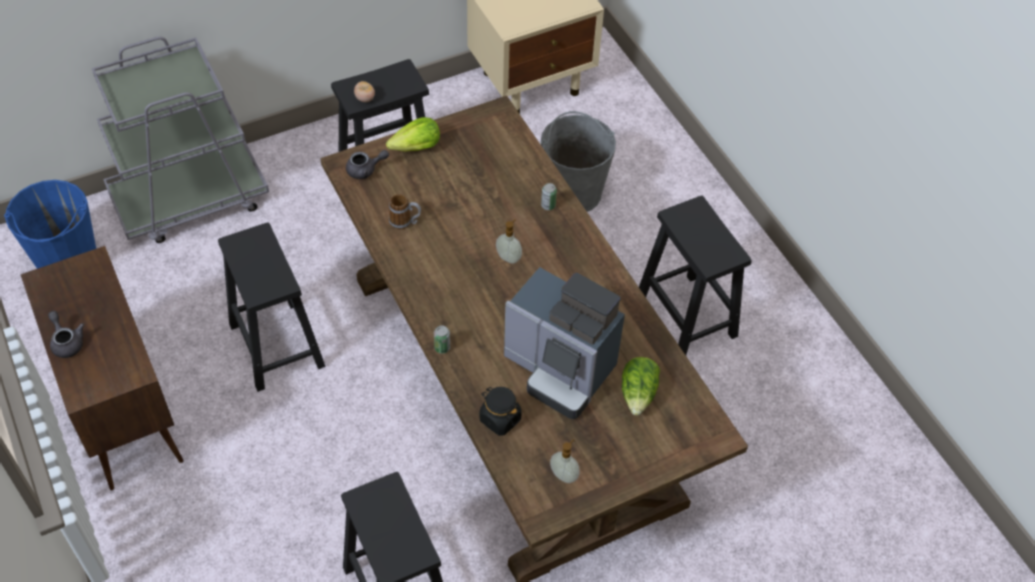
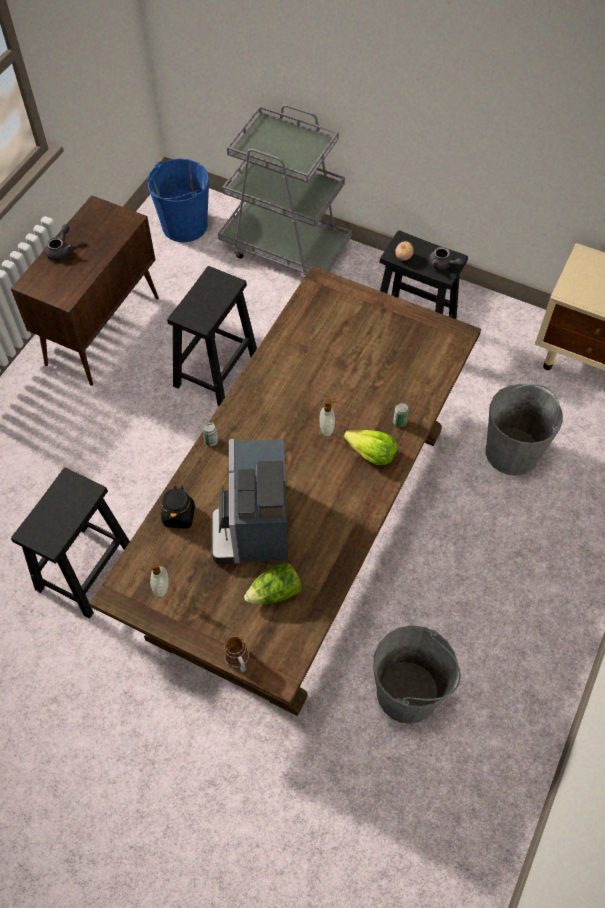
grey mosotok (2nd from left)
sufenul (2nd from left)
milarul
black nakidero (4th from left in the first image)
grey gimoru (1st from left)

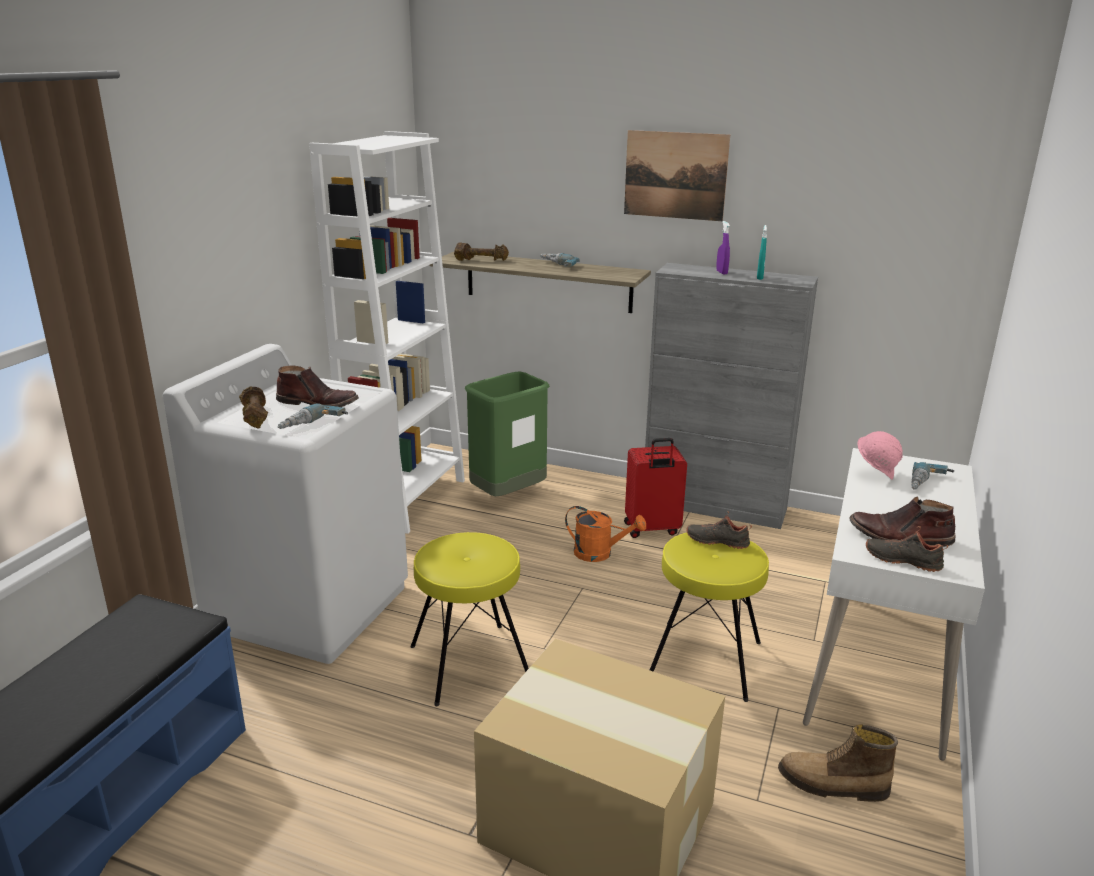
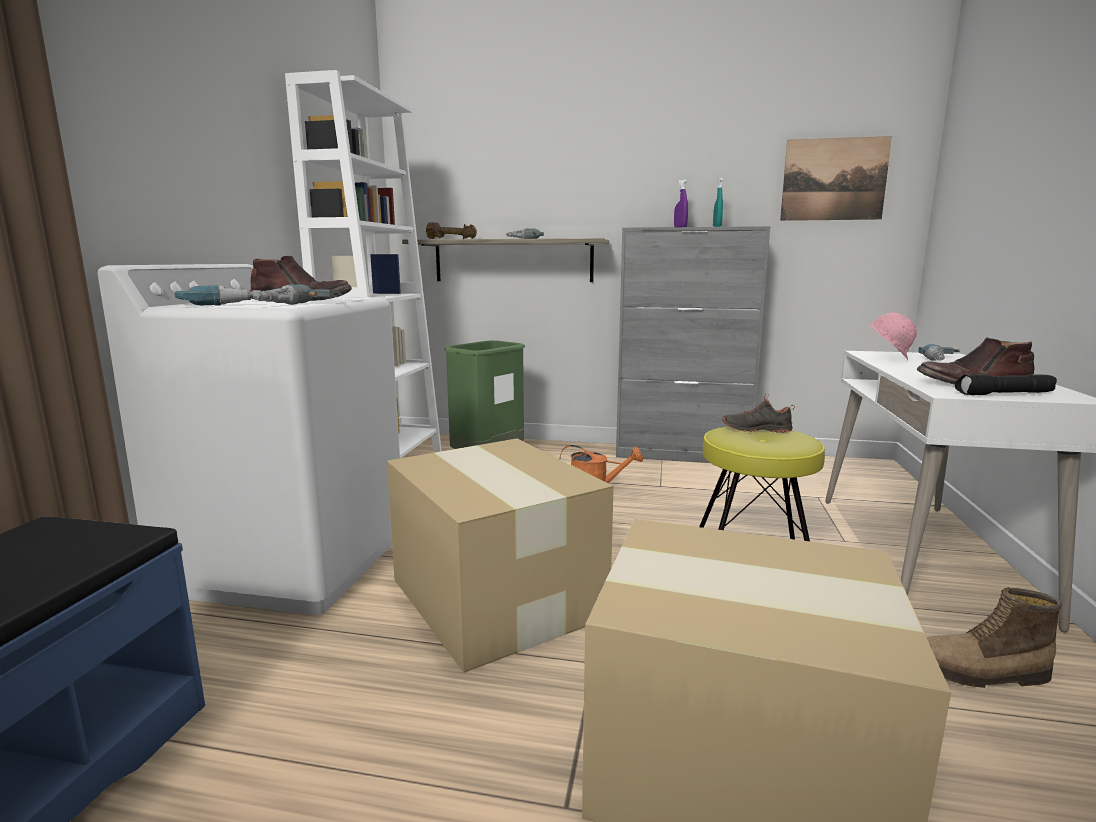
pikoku (1st from left)
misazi (1st from left)
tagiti
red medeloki
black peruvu

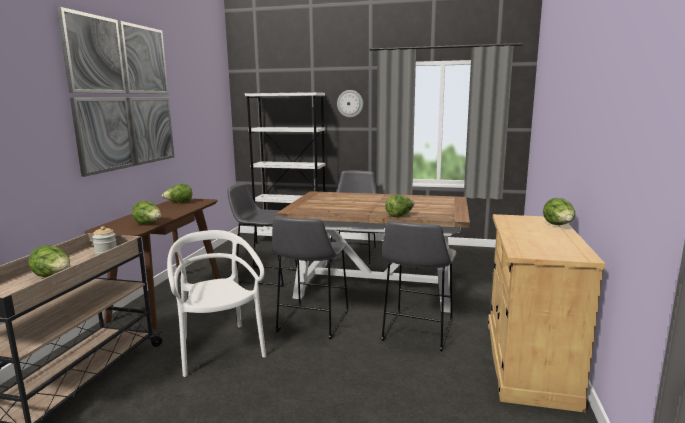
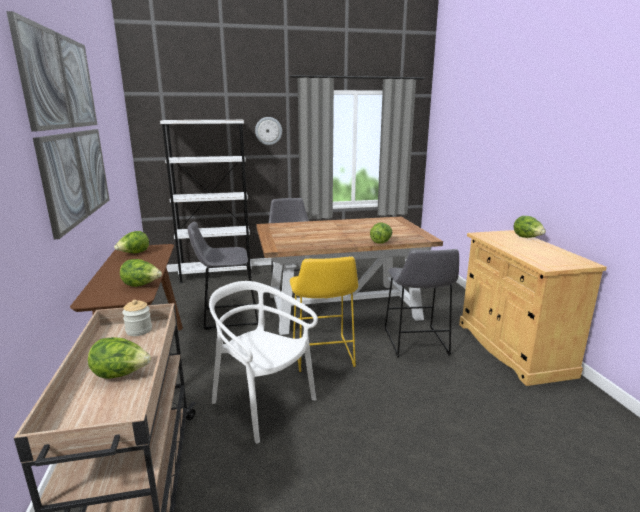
yellow nakidero

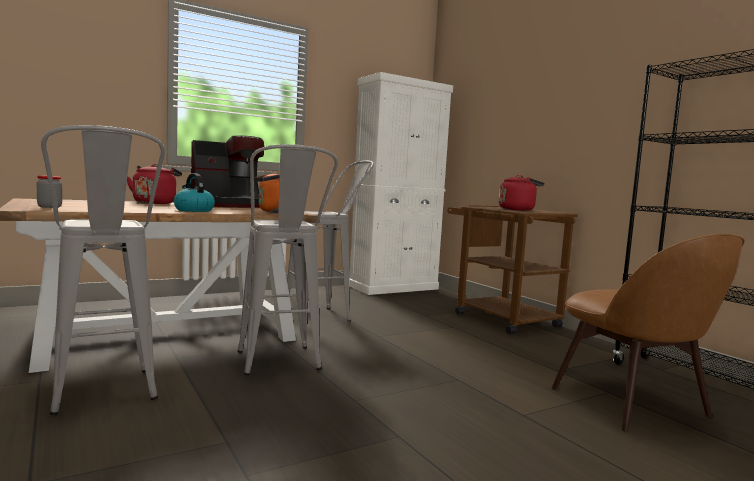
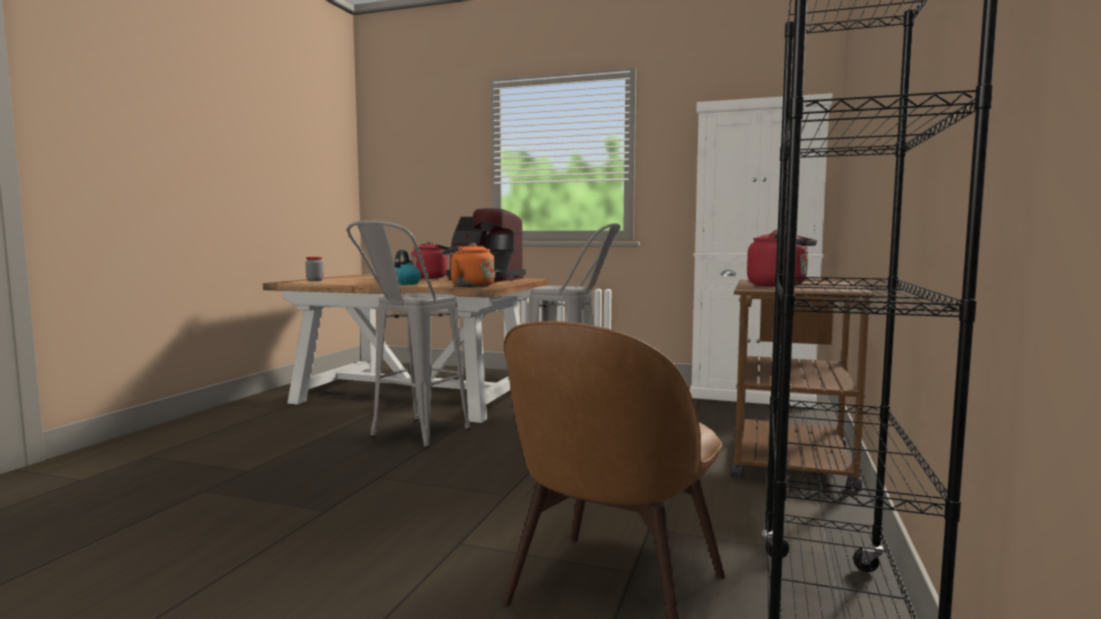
grey nakidero (1st from left in the first image)

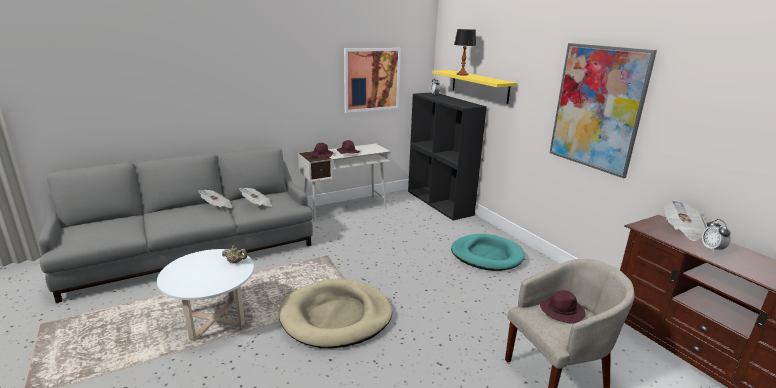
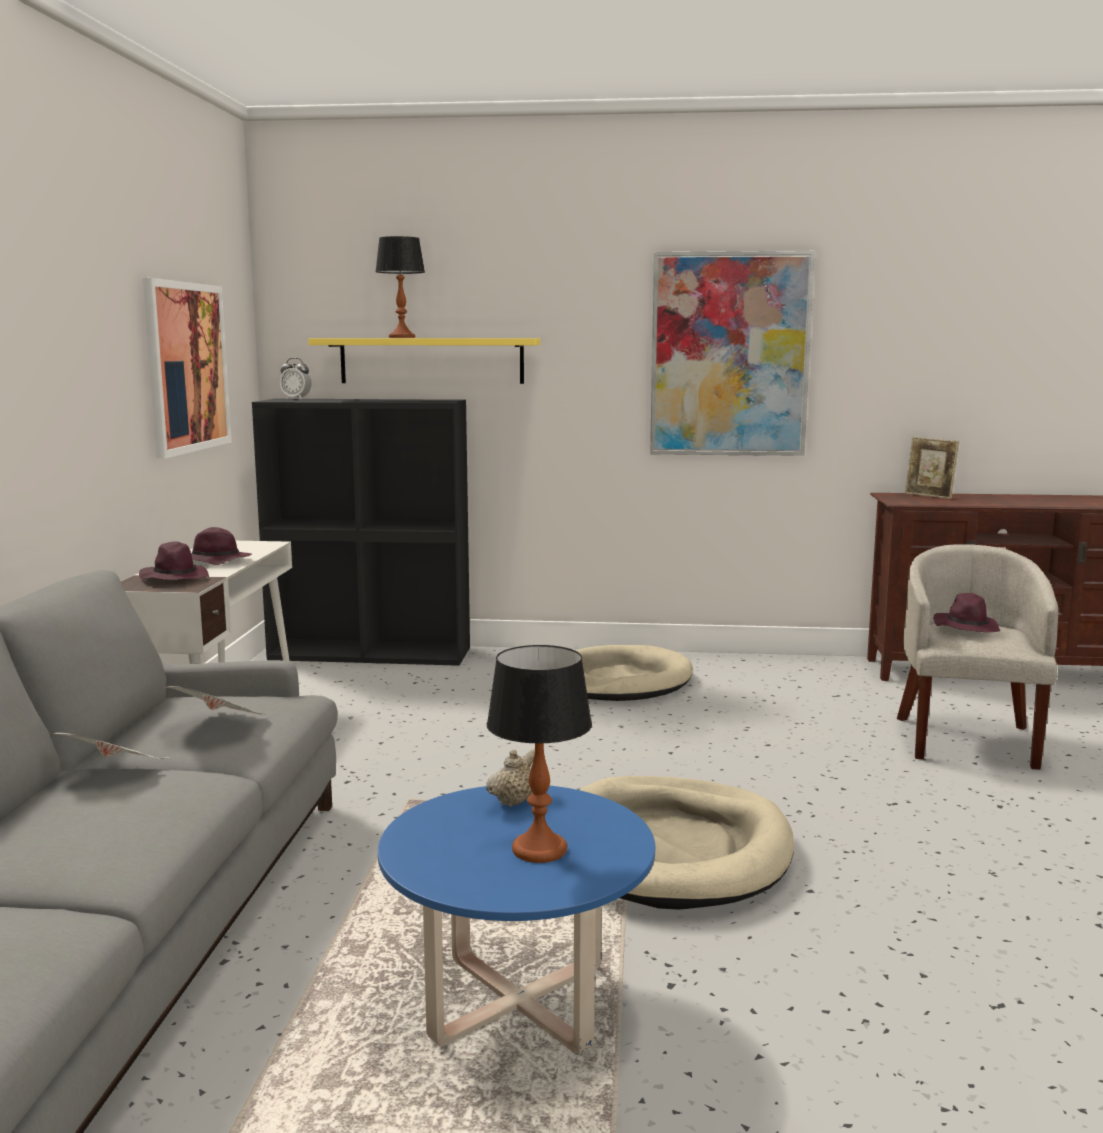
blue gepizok
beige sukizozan (1st from left)
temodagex
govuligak (2nd from left in the first image)
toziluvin (2nd from left)

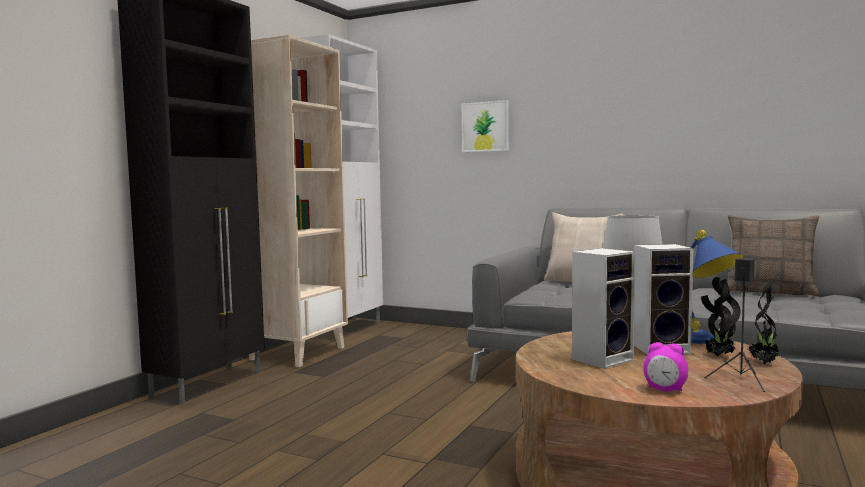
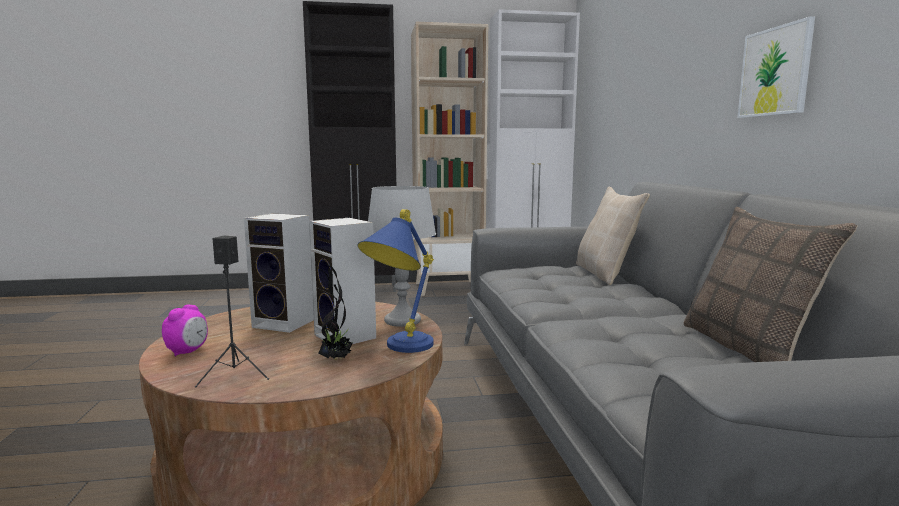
tagiti
govuligak
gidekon (2nd from left in the first image)

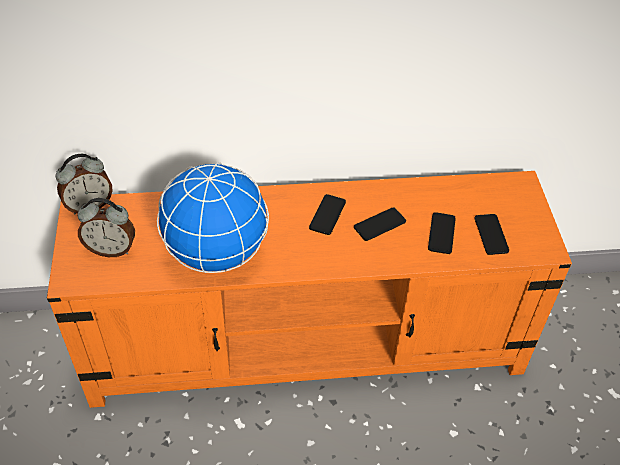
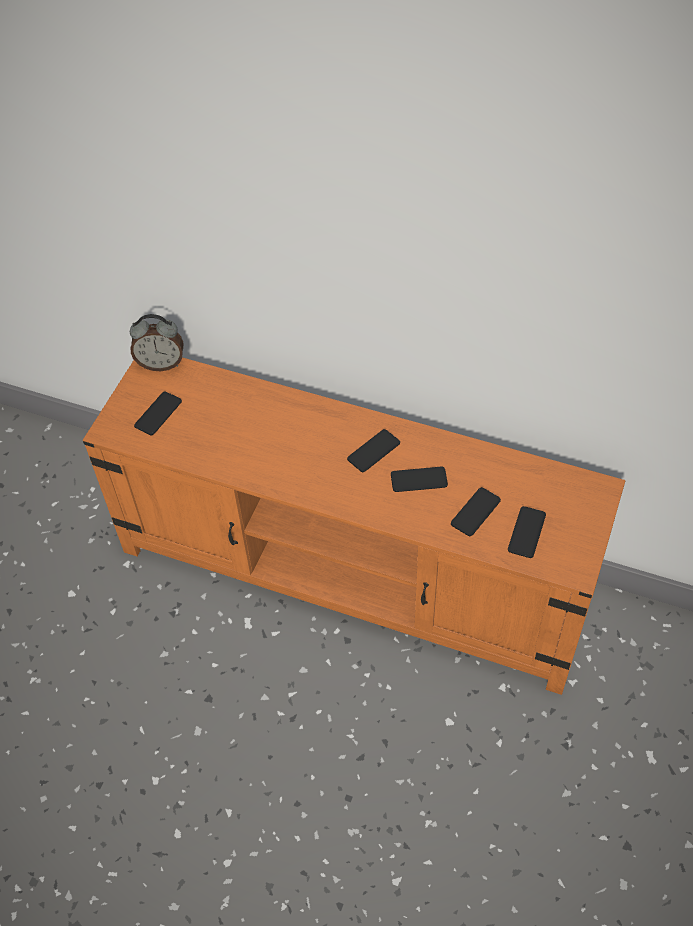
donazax (1st from left)
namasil

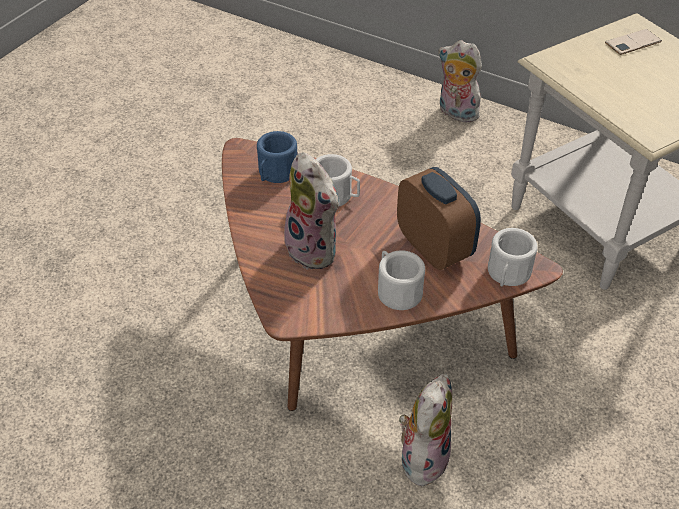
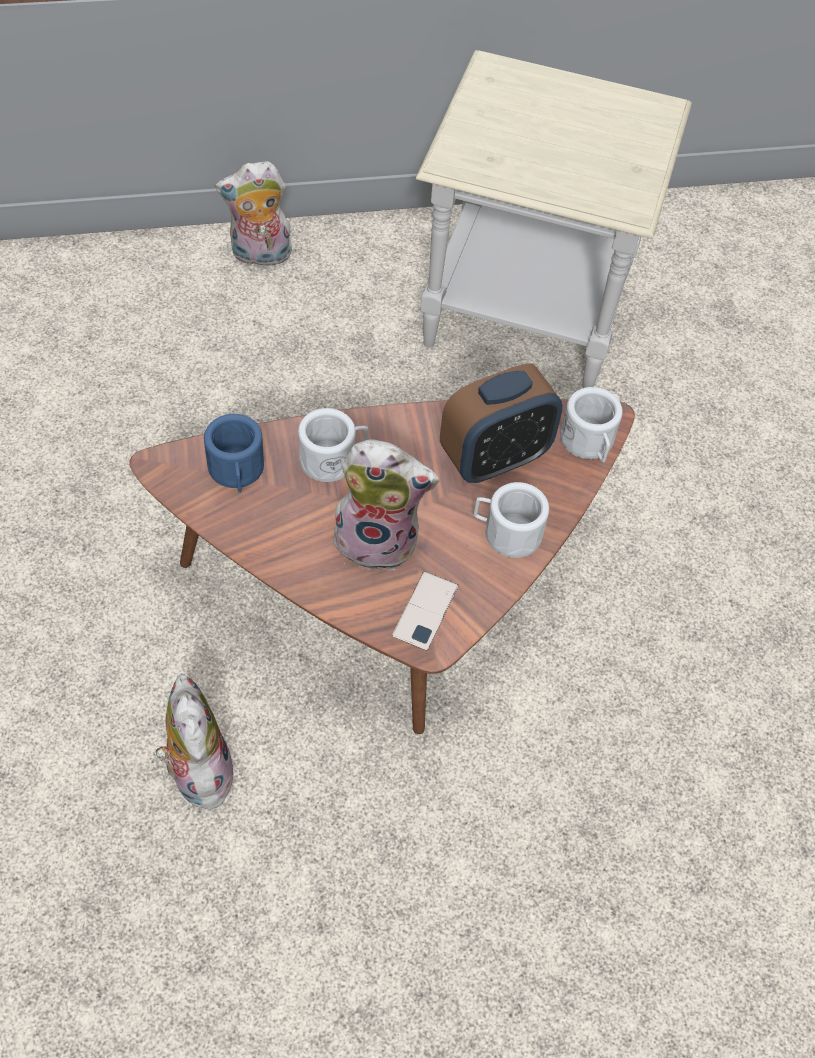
govuligak
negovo (1st from left)
donazax

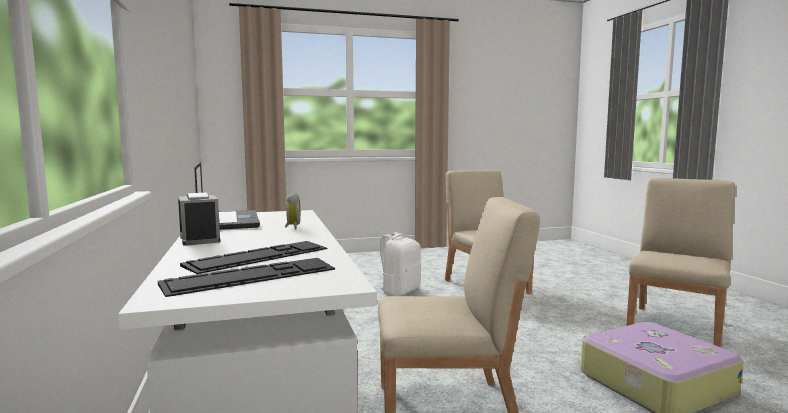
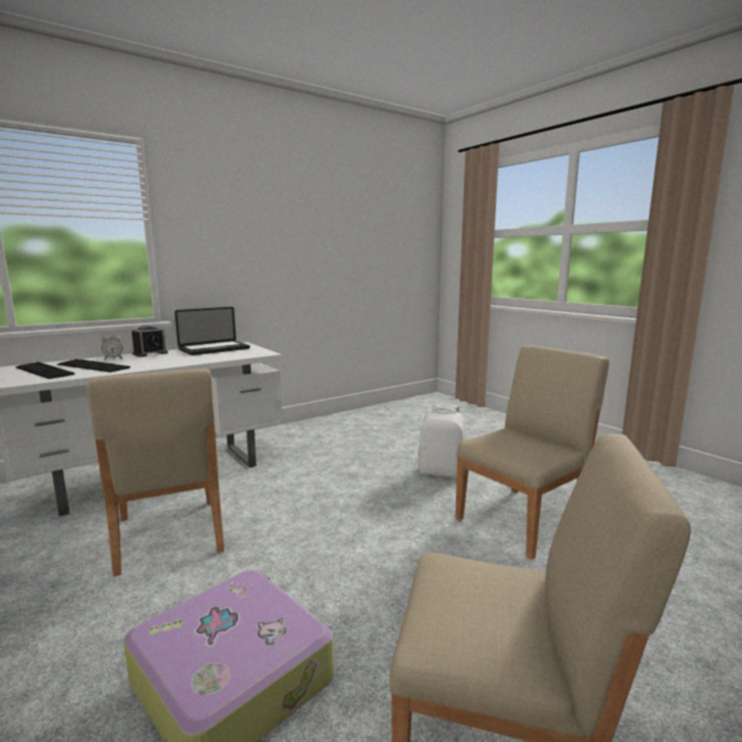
govuligak (1st from left)

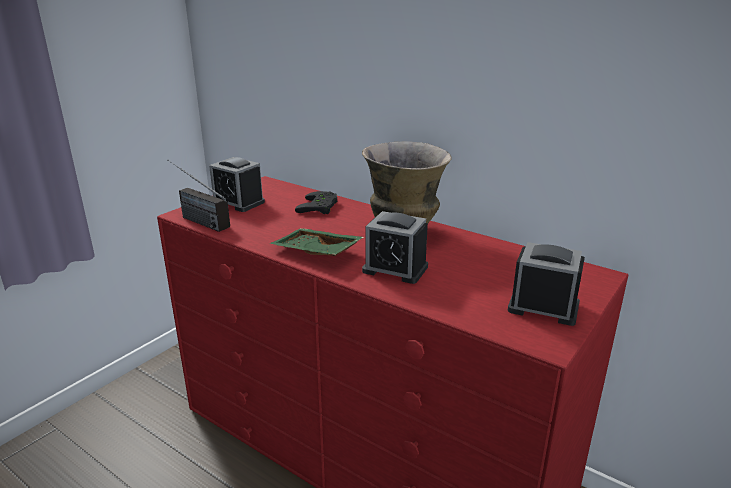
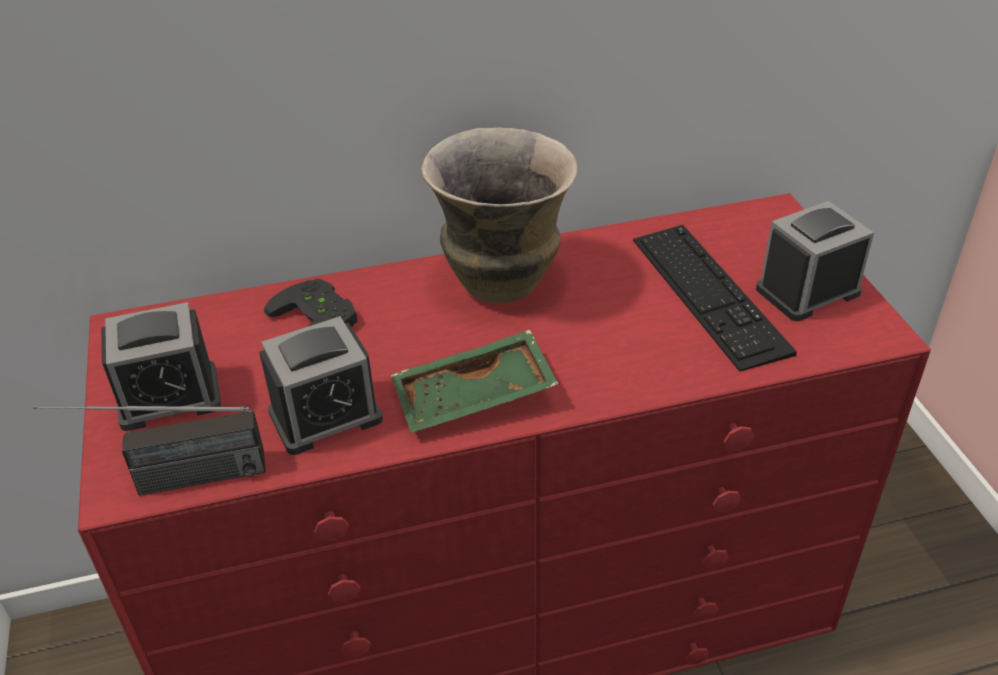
govuligak (2nd from left)
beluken

